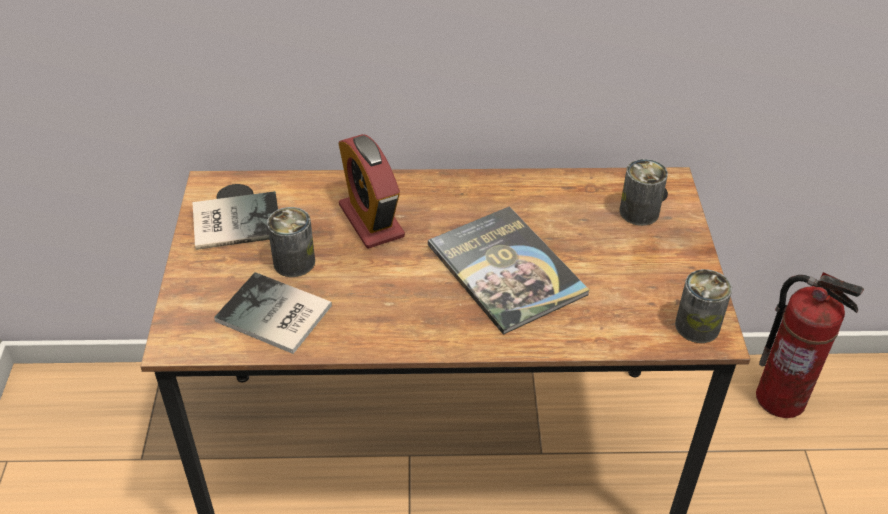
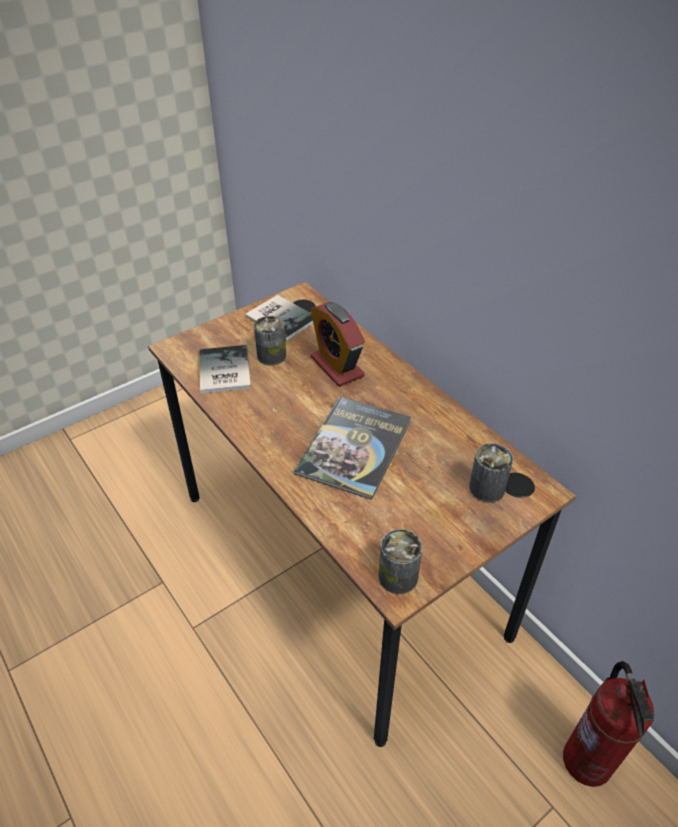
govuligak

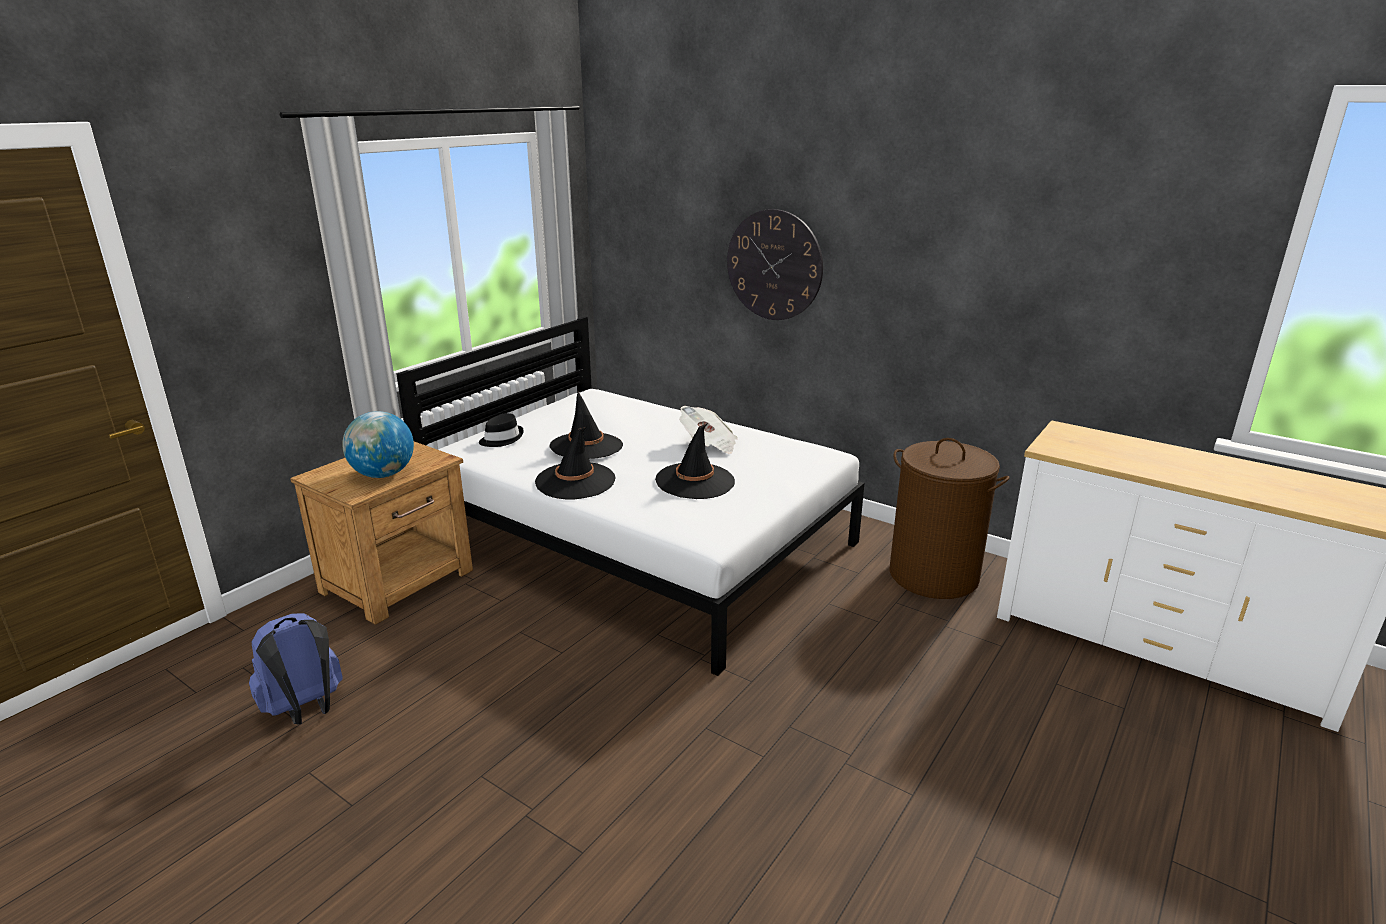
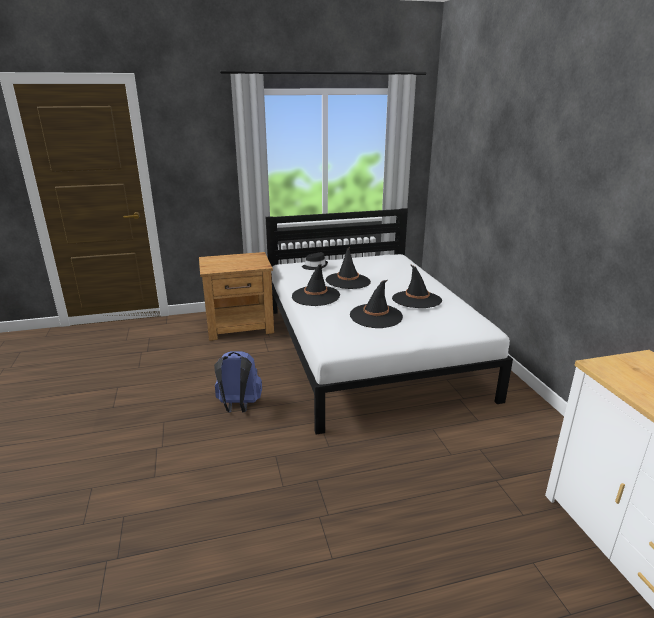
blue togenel
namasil
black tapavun (5th from left)
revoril
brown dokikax

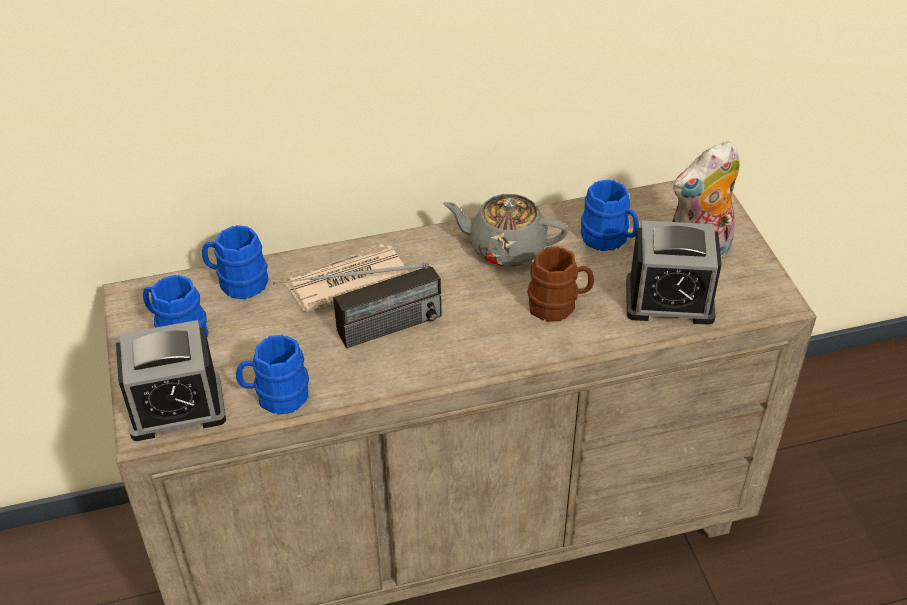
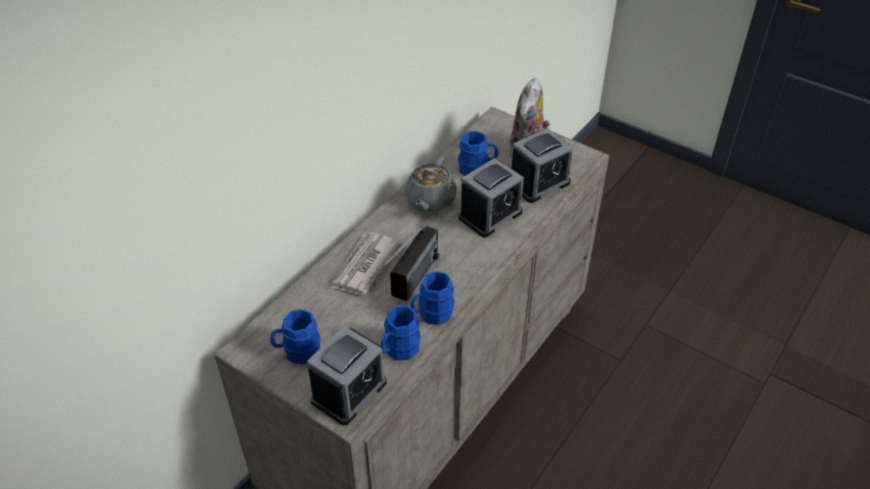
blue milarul (3rd from left)
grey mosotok
govuligak (2nd from left)

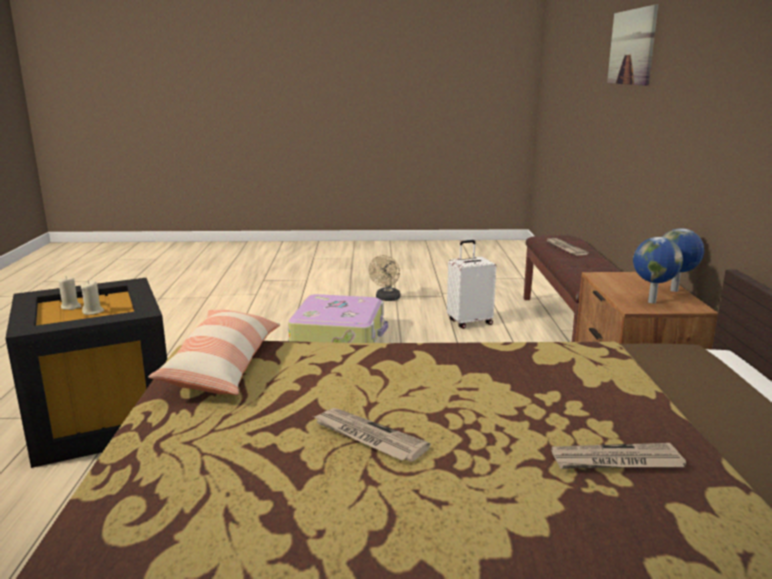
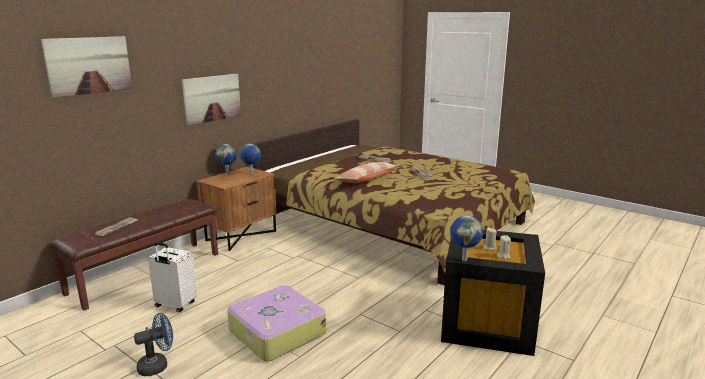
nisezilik
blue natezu
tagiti (2nd from left)
namasil (3rd from left)

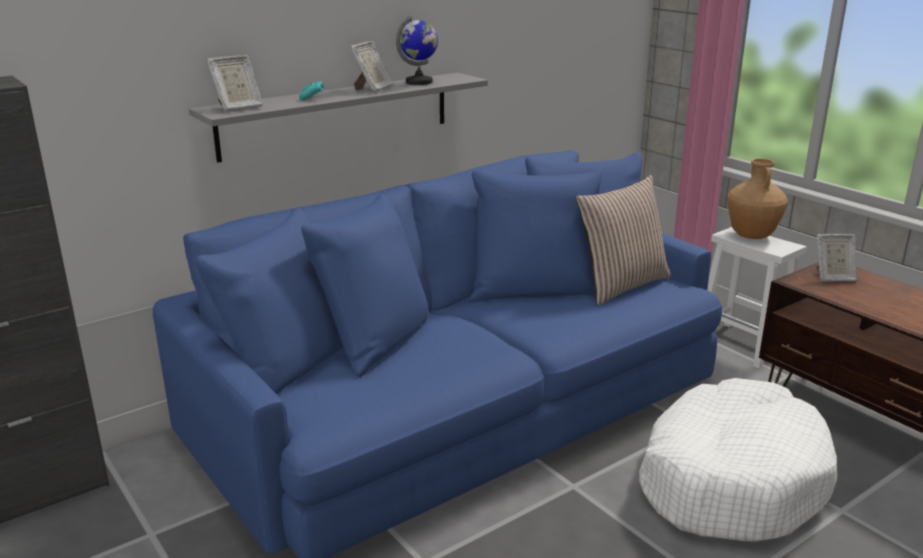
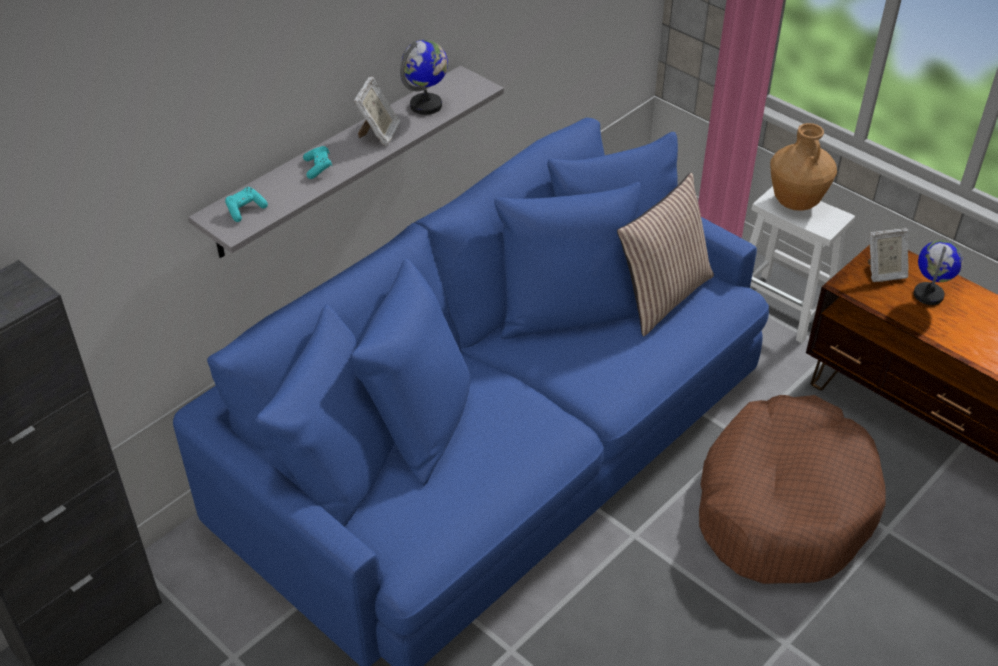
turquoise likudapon (1st from left)
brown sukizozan
namasil (2nd from left)

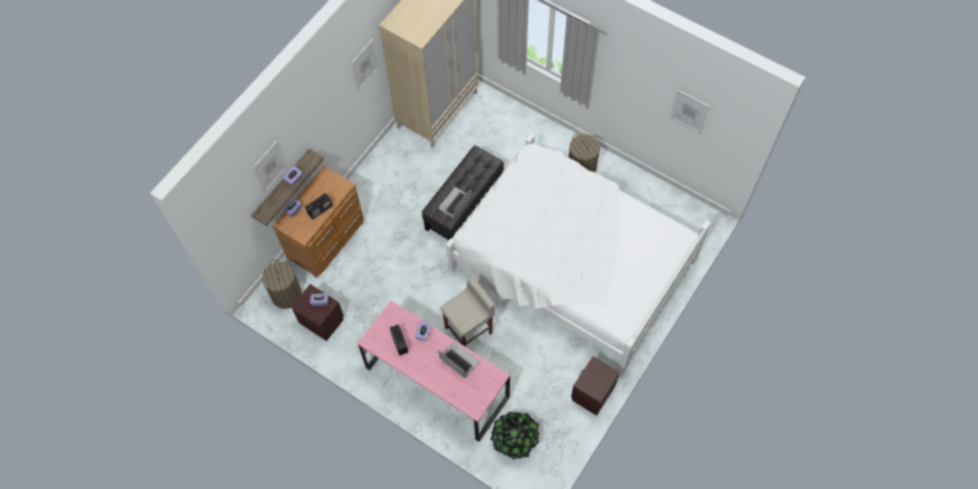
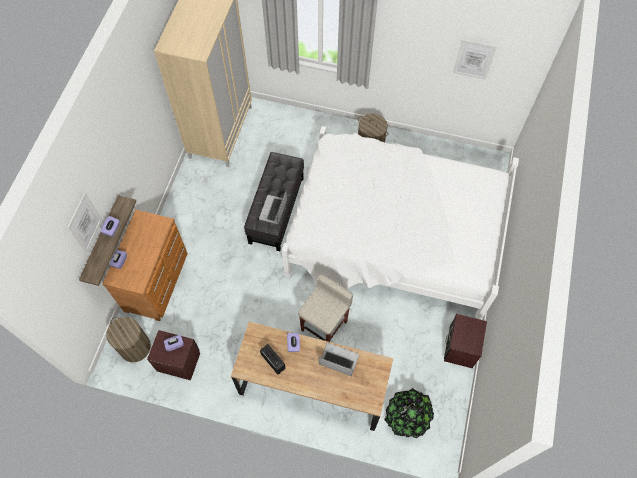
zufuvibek (1st from left in the first image)
tagiti (2nd from left in the first image)
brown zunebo

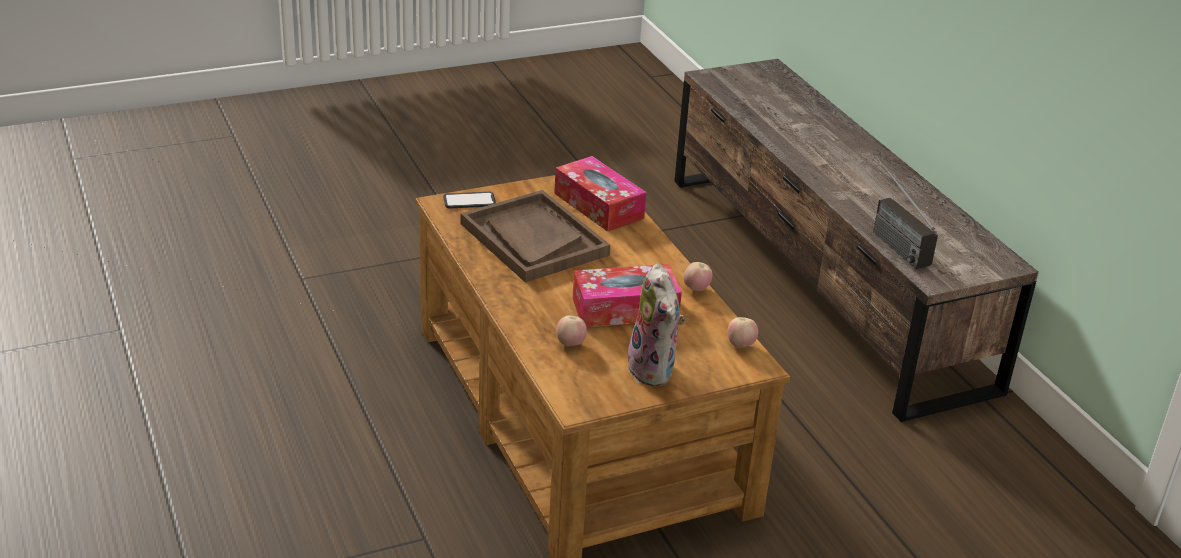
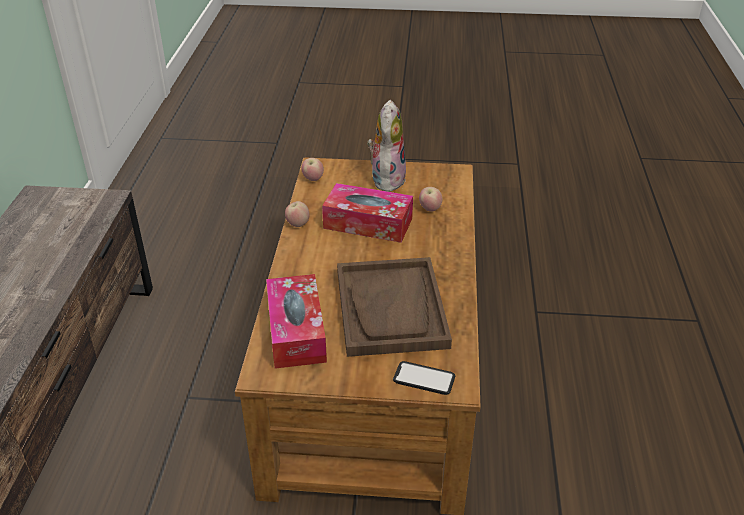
zufuvibek

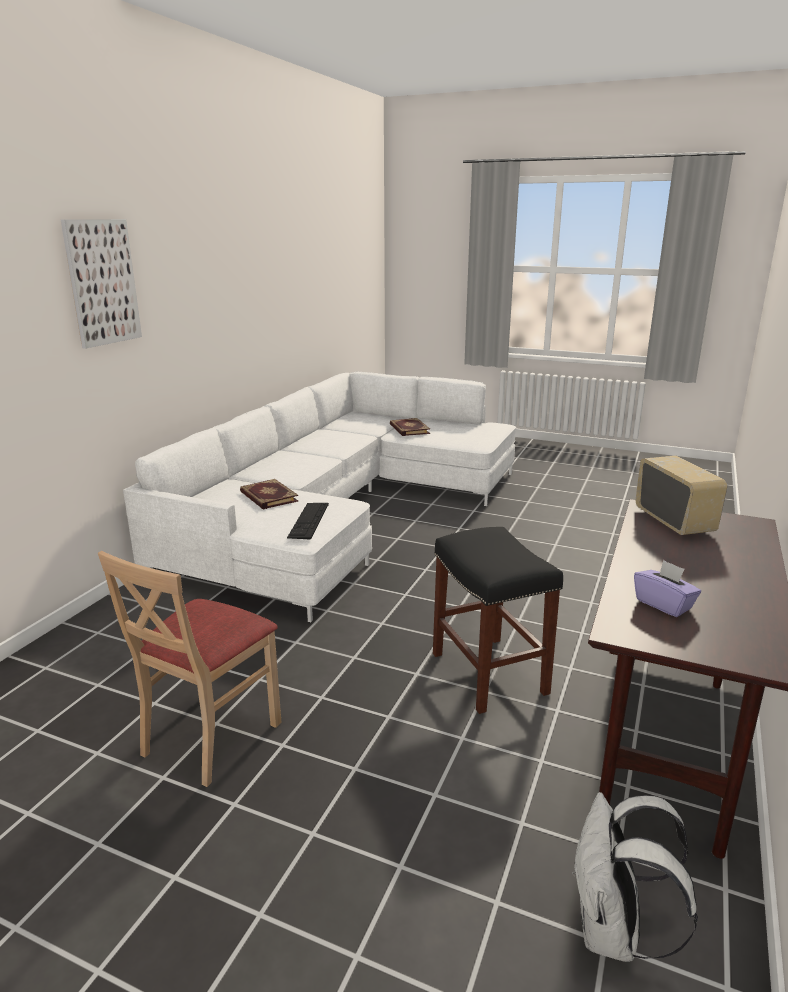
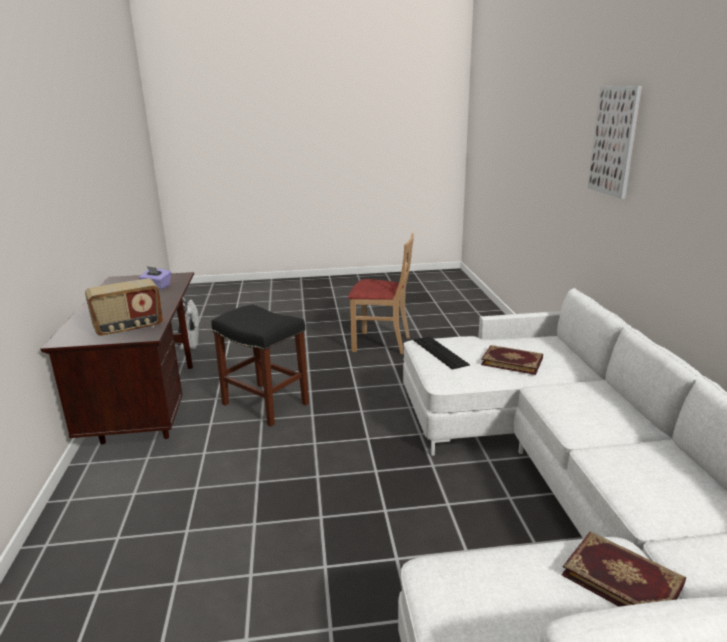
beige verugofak
zufuvibek

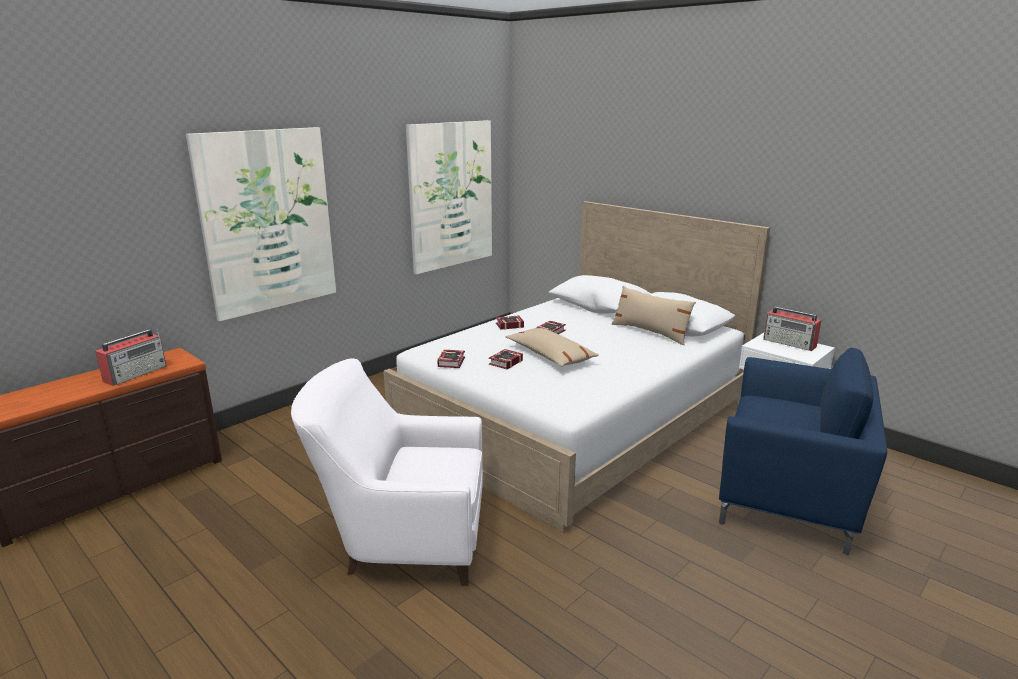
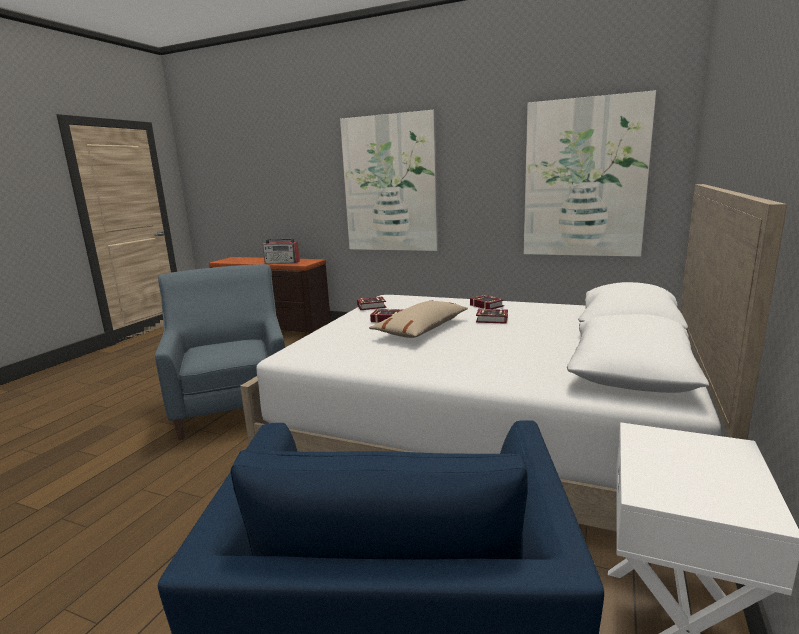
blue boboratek (1st from left)
beige nisezilik (2nd from left in the first image)
zufuvibek (2nd from left in the first image)

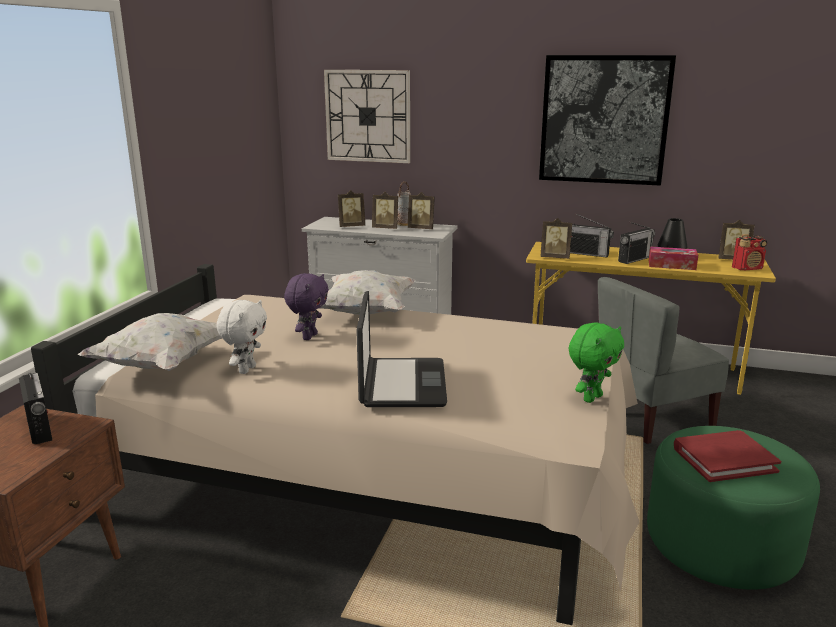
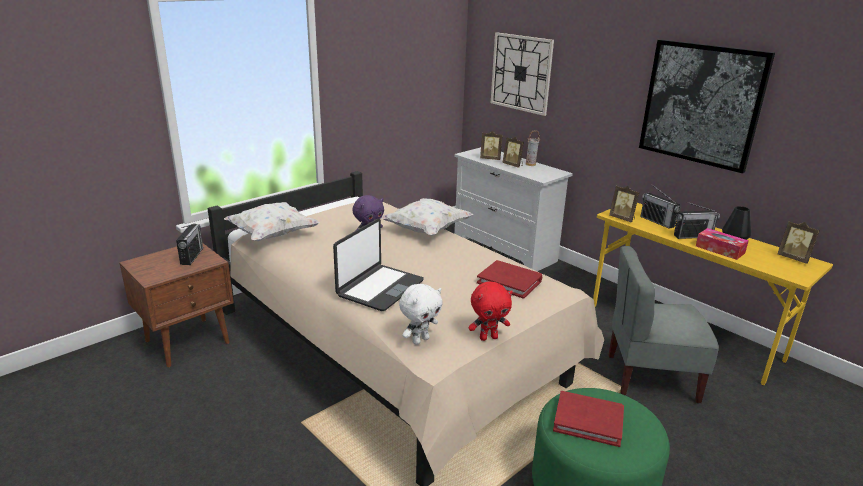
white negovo
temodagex (3rd from left in the first image)
red negovo
zufuvibek (4th from left in the first image)
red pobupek (1st from left)

